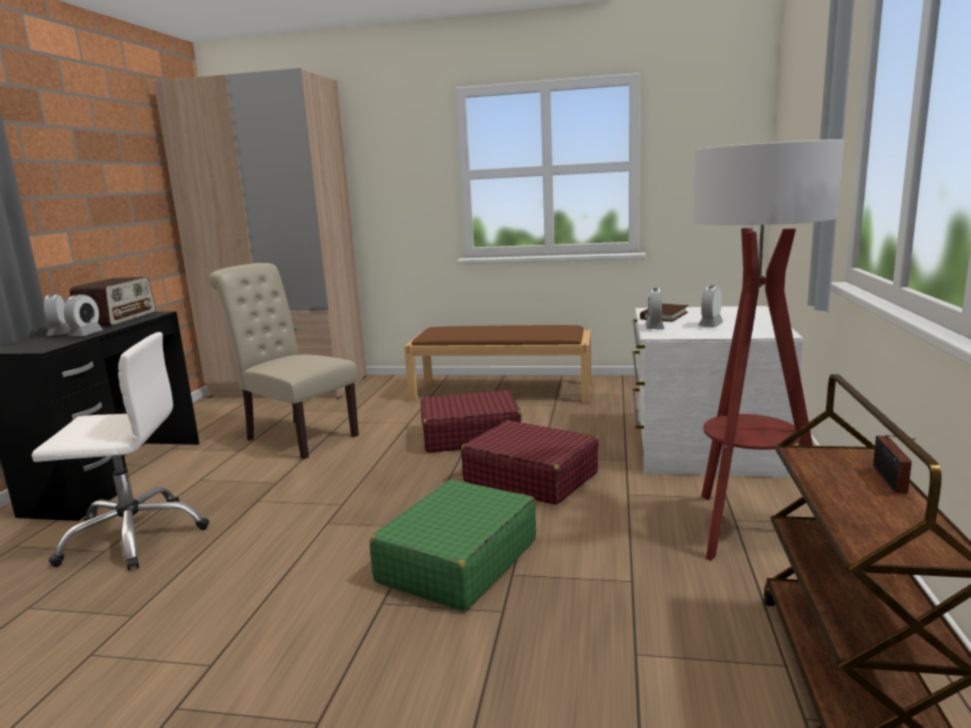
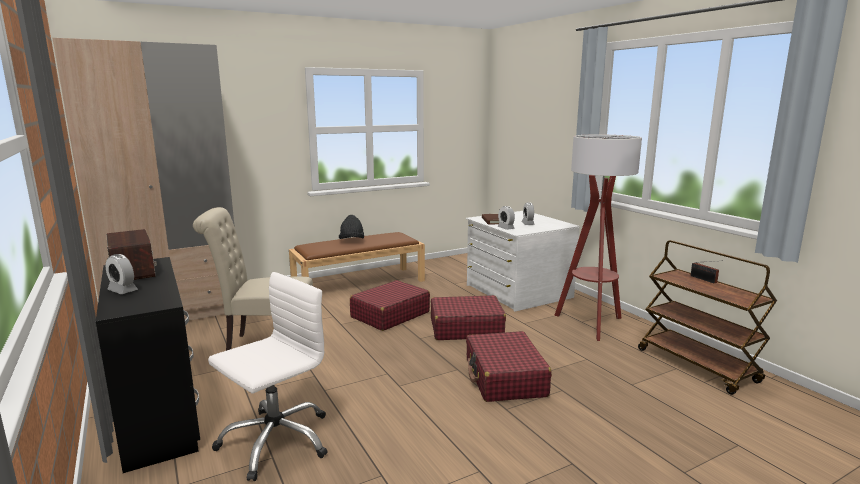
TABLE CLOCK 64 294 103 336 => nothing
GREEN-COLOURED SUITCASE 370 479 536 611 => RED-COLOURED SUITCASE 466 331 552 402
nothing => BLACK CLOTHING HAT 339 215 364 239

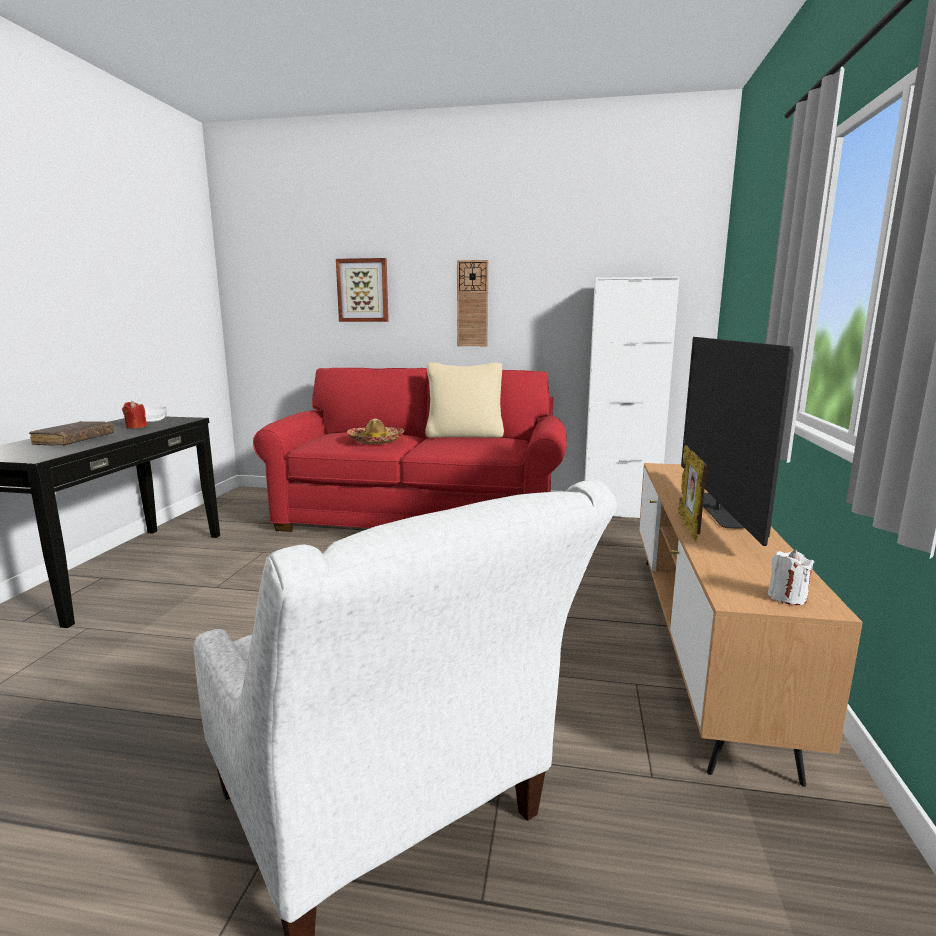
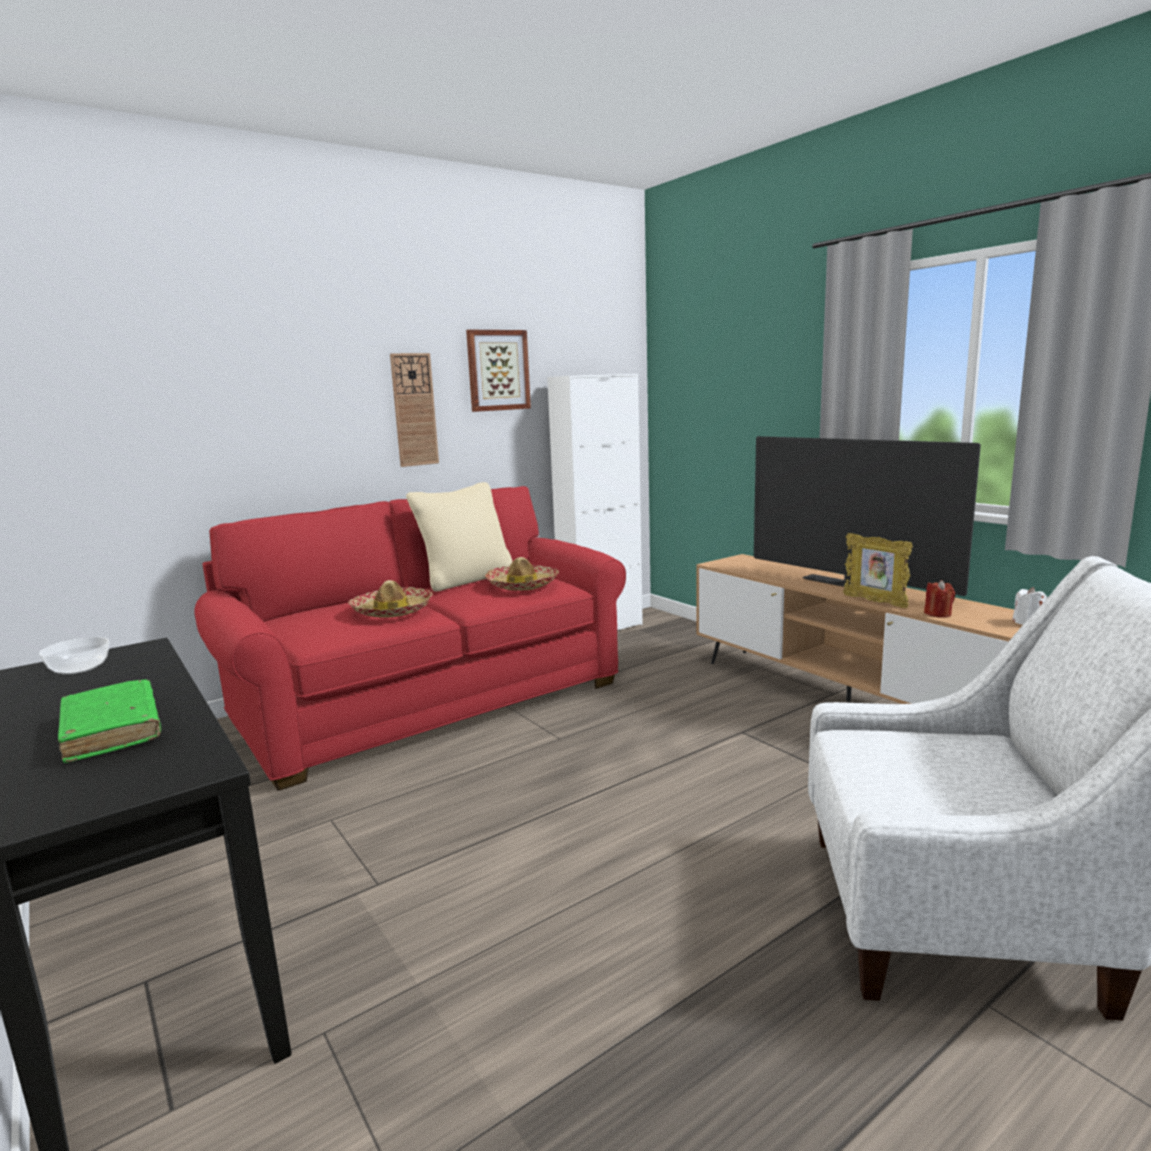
BROWN VOLUME 29 421 114 446 => GREEN-COLOURED VOLUME 58 679 161 763
RED-COLOURED CANDLE 122 401 147 429 => RED-COLOURED CANDLE 924 580 955 618, move
PICTURE 336 258 389 322 => PICTURE 466 330 531 412, move
nothing => CLOTHING HAT 485 557 559 590

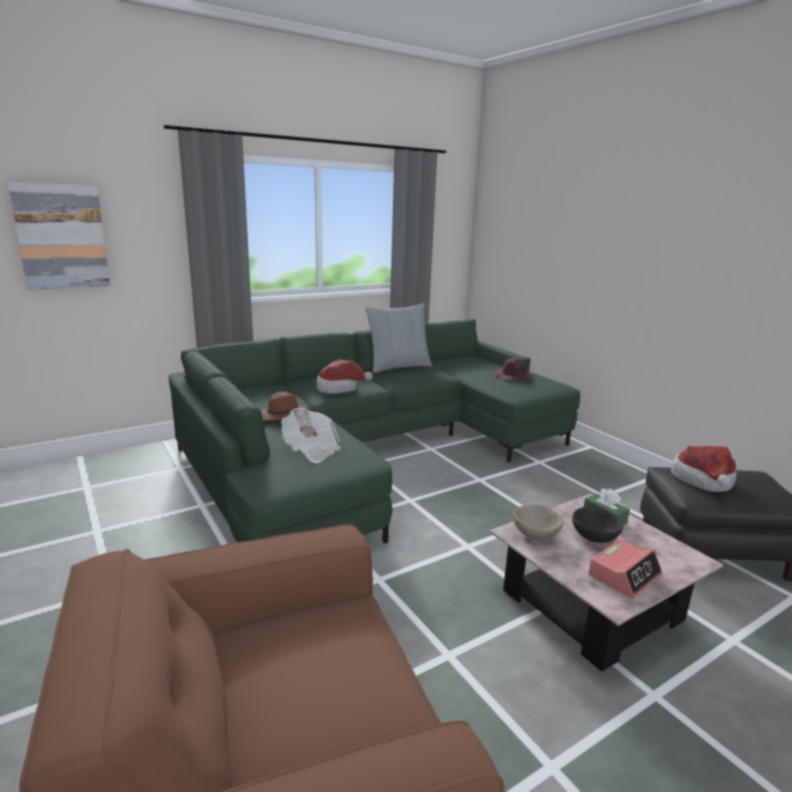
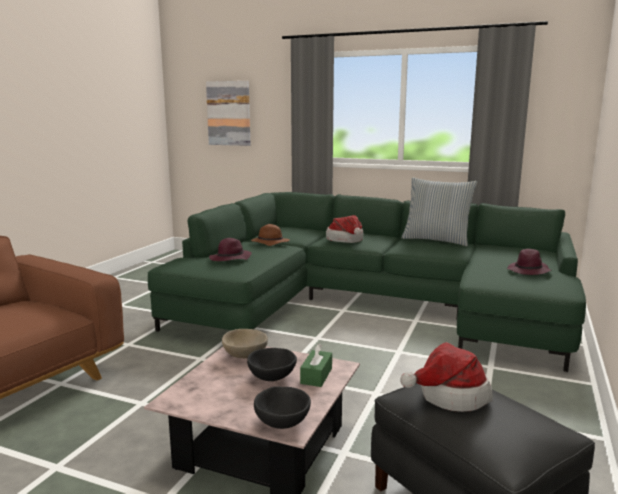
PRINTED PAPER 281 408 341 463 => PURPLE-COLOURED CLOTHING HAT 209 238 252 261
TABLE CLOCK 588 539 662 599 => nothing
nothing => BLACK DEEP DISH 254 386 311 429

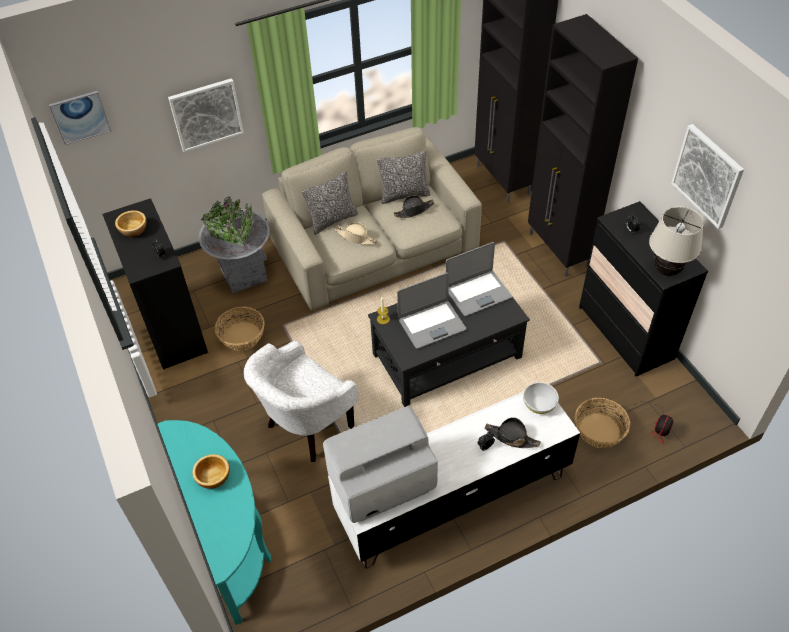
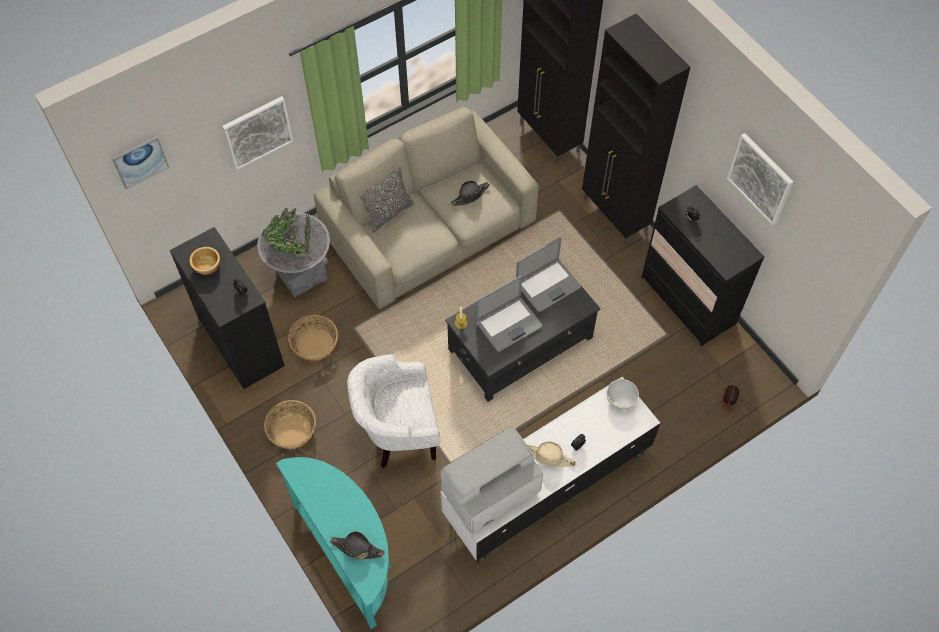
DEEP DISH 192 454 230 489 => nothing
WHITE LOUNGE CHAIR 244 341 359 462 => WHITE LOUNGE CHAIR 347 354 440 468, 45 degrees clockwise
BEIGE-COLOURED CLOTHING HAT 335 222 377 245 => BEIGE-COLOURED CLOTHING HAT 527 442 576 467, move
CUSHION 377 151 430 204 => nothing
BLACK CLOTHING HAT 485 417 541 448 => BLACK CLOTHING HAT 330 531 385 559, move
BASKET 575 398 630 448 => BASKET 264 400 316 449, move
BEIGE-COLOURED LAMP FOR A TABLE 649 206 704 276 => nothing

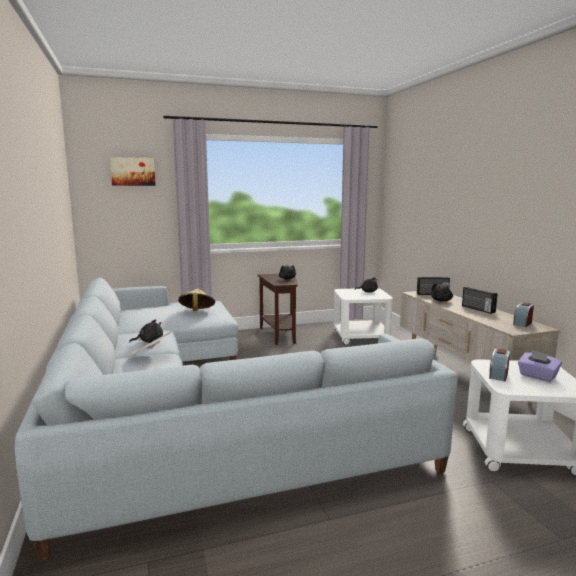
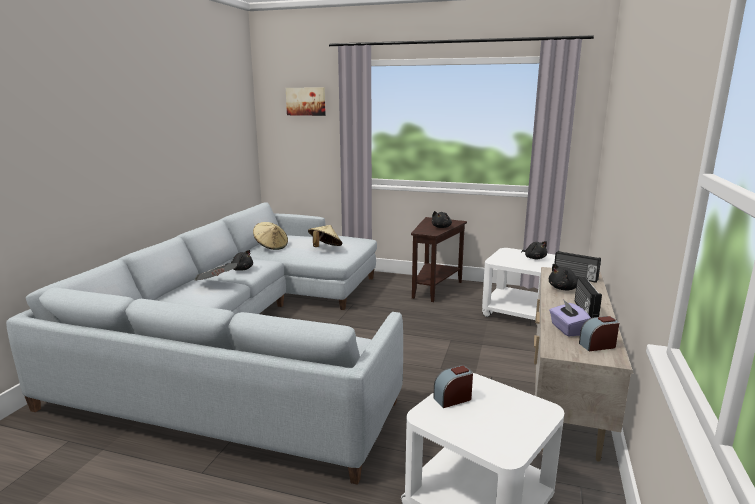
PURPLE-COLOURED TISSUE HOLDER 518 350 562 382 => PURPLE-COLOURED TISSUE HOLDER 549 299 591 337, move
nothing => BEIGE-COLOURED CLOTHING HAT 253 222 288 250

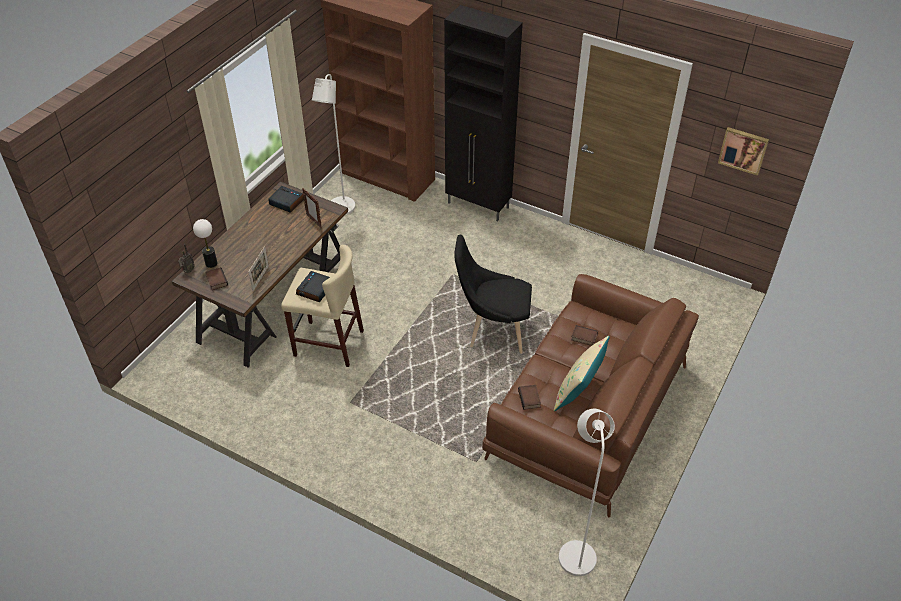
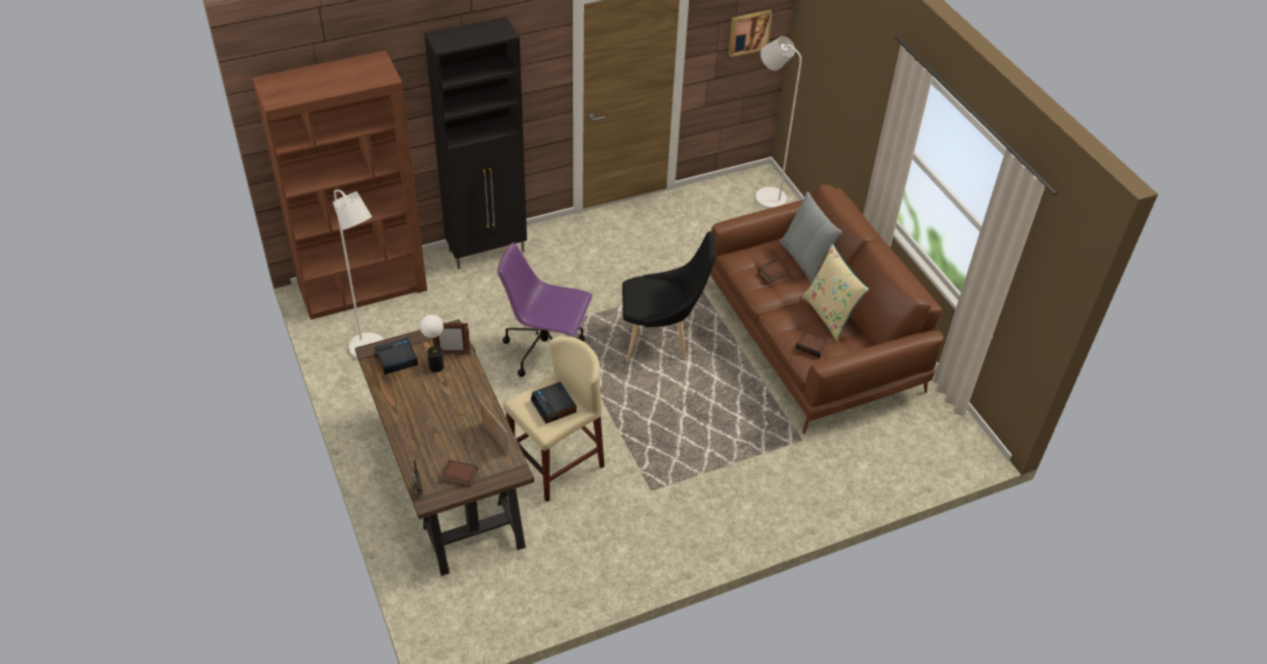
LAMP FOR A TABLE 193 219 217 268 => LAMP FOR A TABLE 420 315 444 372, move
BLACK CHAIR 454 235 532 354 => BLACK CHAIR 622 231 716 362, 135 degrees counterclockwise
WHITE STANDARD LAMP 558 409 615 576 => WHITE STANDARD LAMP 755 36 802 209, move
nothing => PURPLE-COLOURED DESK CHAIR 497 242 593 377
nothing => CUSHION 779 192 842 284

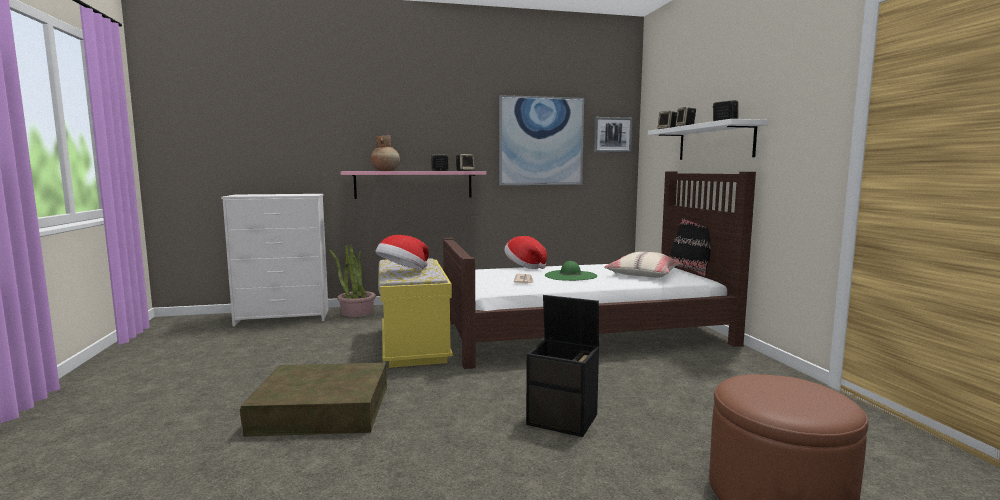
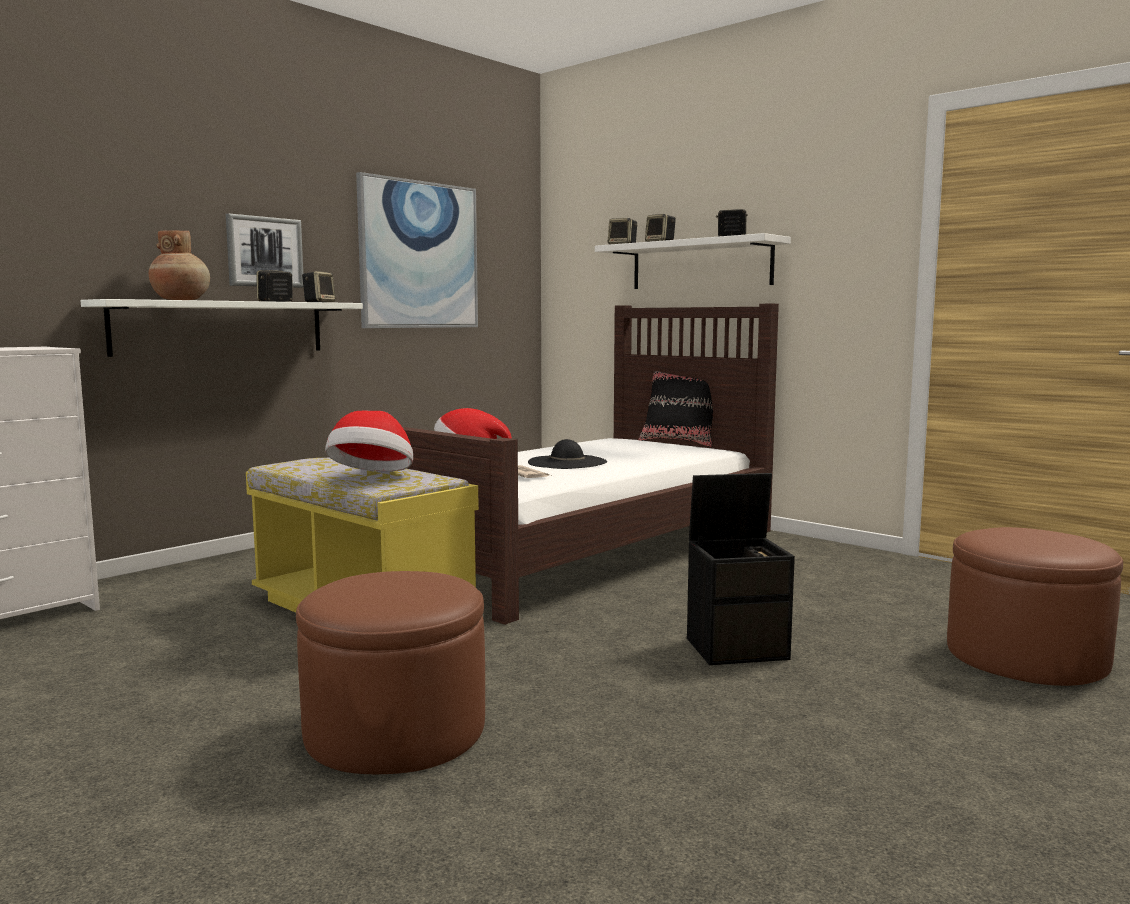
BROWN STORAGE CONTAINER 240 363 387 437 => BROWN POUFFE 296 571 485 774
PLANT IN A POT 329 245 376 317 => nothing
PINK-COLOURED WALL SHELF 341 171 486 199 => WHITE WALL SHELF 81 299 363 357
GREEN-COLOURED CLOTHING HAT 545 261 597 281 => BLACK CLOTHING HAT 528 439 607 469
PICTURE 594 117 633 153 => PICTURE 226 213 303 288, move
BEIGE-COLOURED CUSHION 604 252 681 278 => nothing

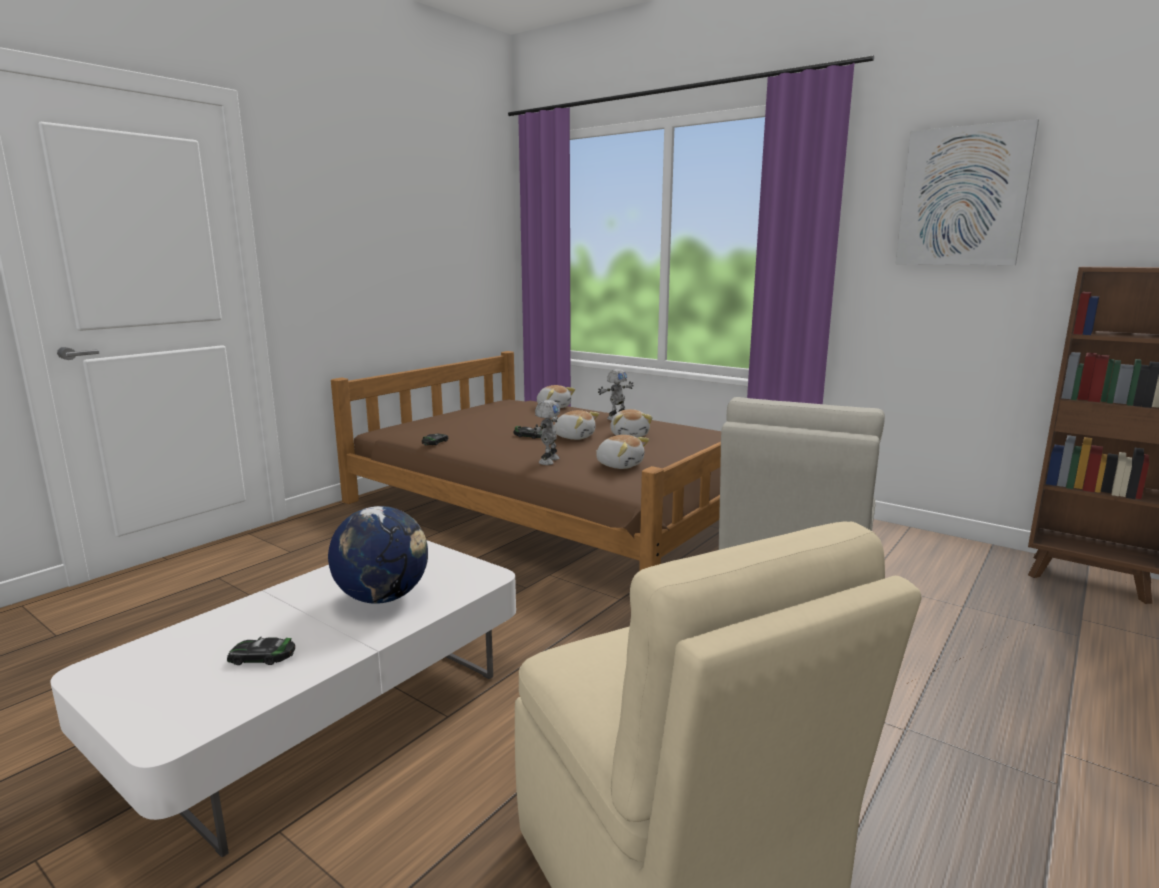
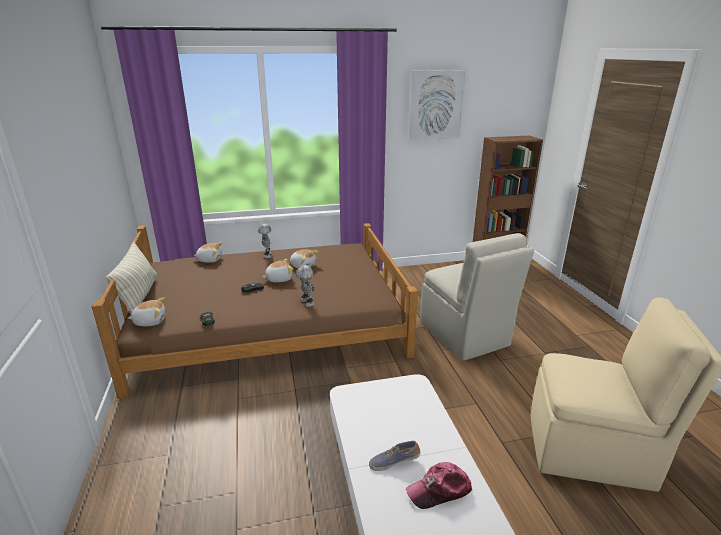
TOY CAR 227 637 295 665 => CAP 406 462 472 509
DESK GLOBE 328 506 428 604 => nothing
SOFT TOY 596 435 649 469 => SOFT TOY 128 298 166 326, move
nothing => CUSHION 105 242 158 316
nothing => SHOE 369 441 420 471

